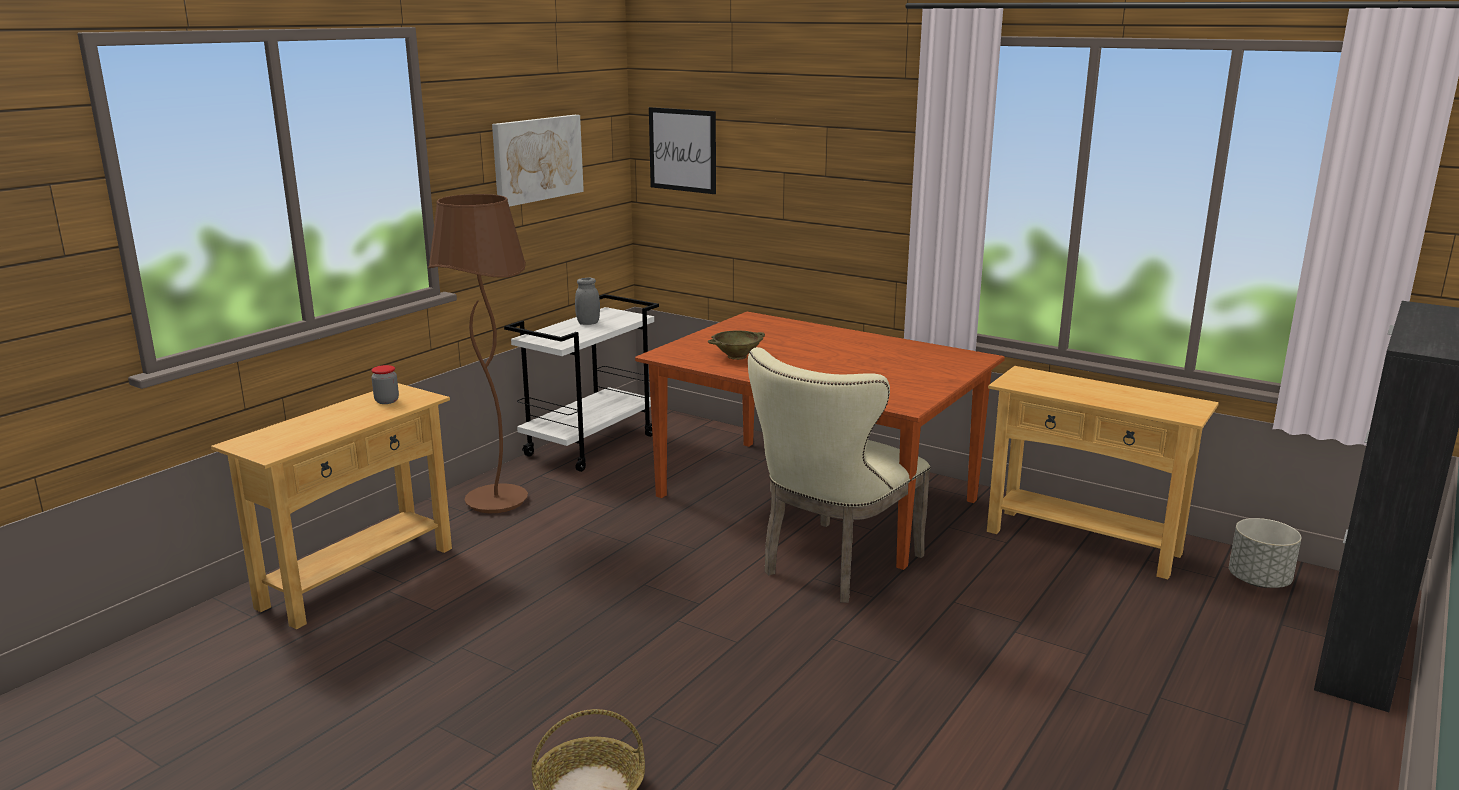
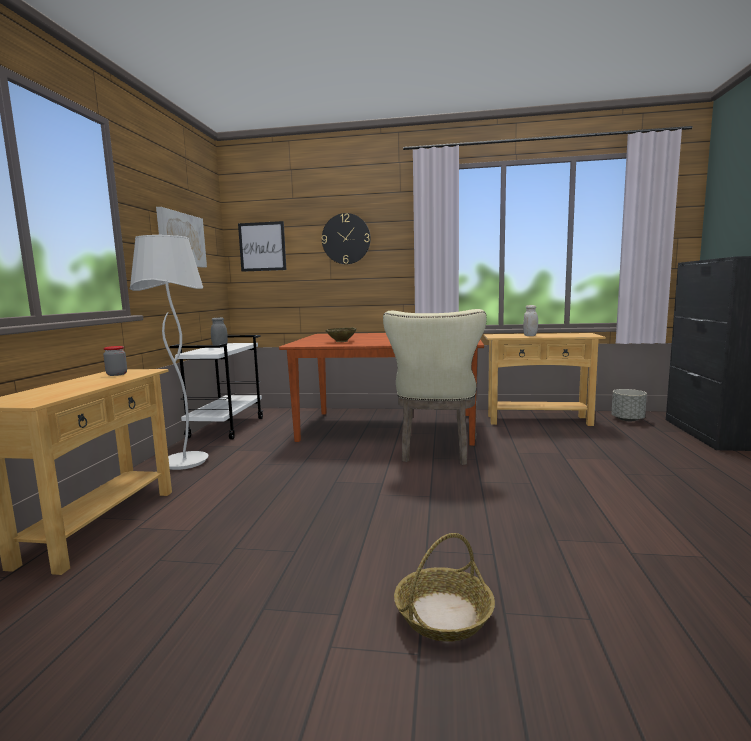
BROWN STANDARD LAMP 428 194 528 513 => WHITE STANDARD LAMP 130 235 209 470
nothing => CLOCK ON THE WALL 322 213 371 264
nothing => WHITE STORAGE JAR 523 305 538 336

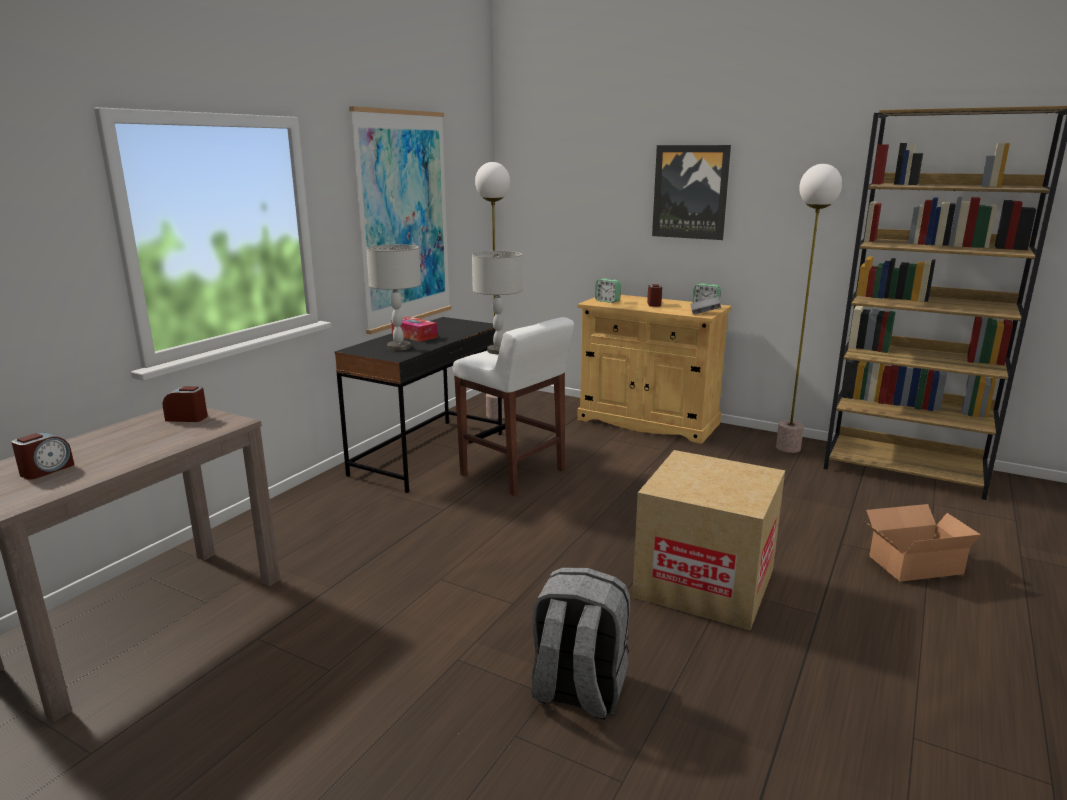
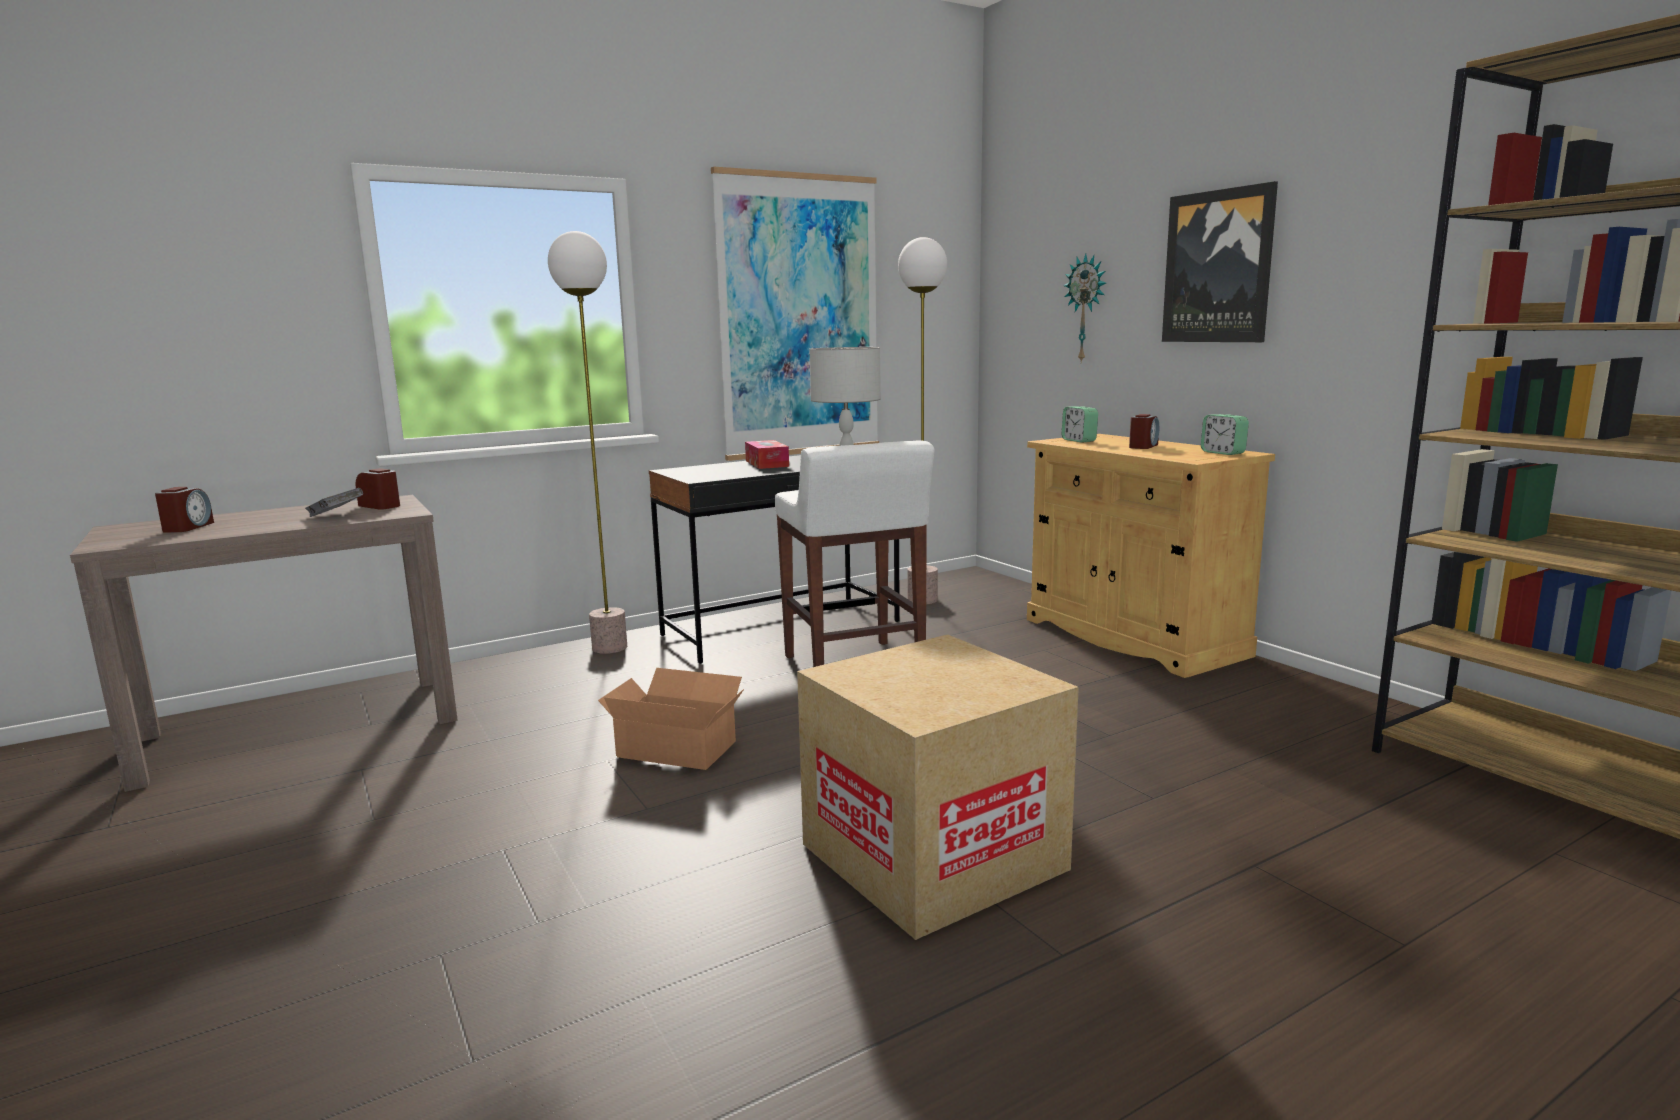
TABLE CLOCK 11 432 74 480 => TABLE CLOCK 155 487 214 533, 60 degrees counterclockwise
GRAY LAMP FOR A TABLE 366 244 421 351 => nothing
GRAY BACKPACK 531 567 630 720 => nothing
GRAY VOLUME 691 297 721 315 => GRAY VOLUME 305 488 363 517, move
STANDARD LAMP 776 164 842 453 => STANDARD LAMP 548 231 627 654, move
CARDBOARD BOX 866 504 981 582 => CARDBOARD BOX 598 668 744 770, move
nothing => CLOCK ON THE WALL 1063 253 1106 363

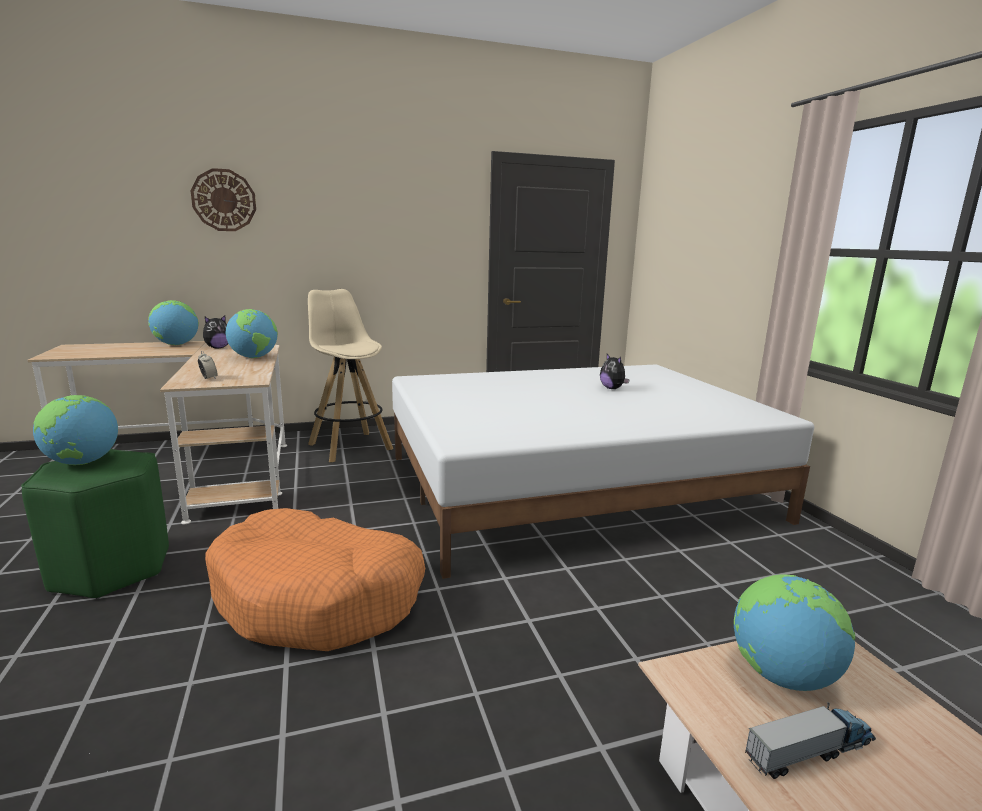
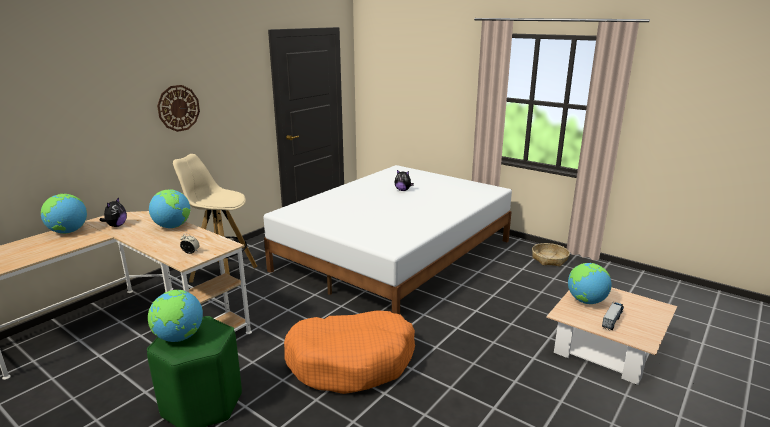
CLOCK ON THE WALL 190 168 256 231 => CLOCK ON THE WALL 157 85 200 132, move
nothing => BASKET 532 243 570 267

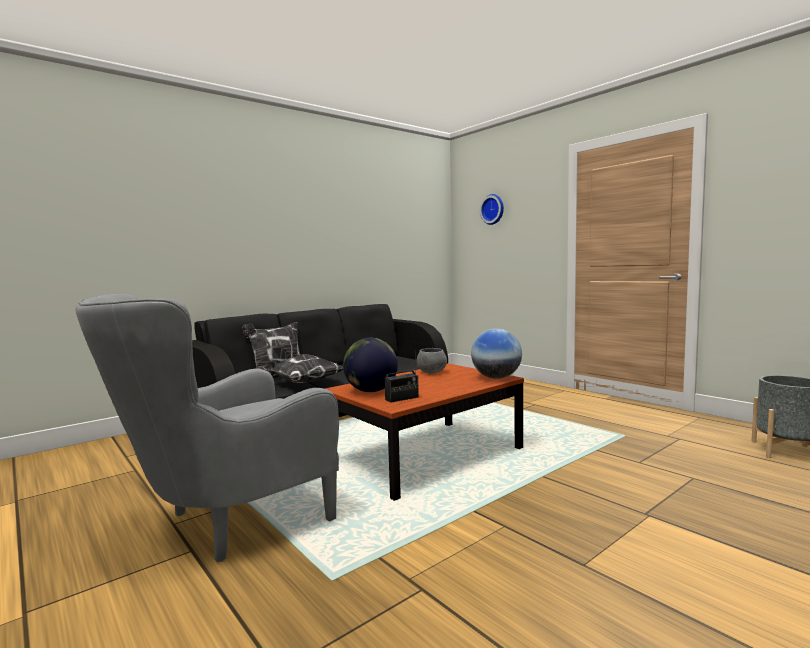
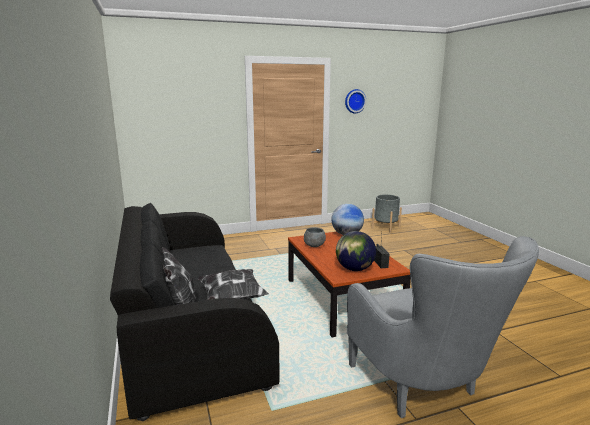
CLOCK ON THE WALL 480 194 504 225 => CLOCK ON THE WALL 345 89 366 114, move

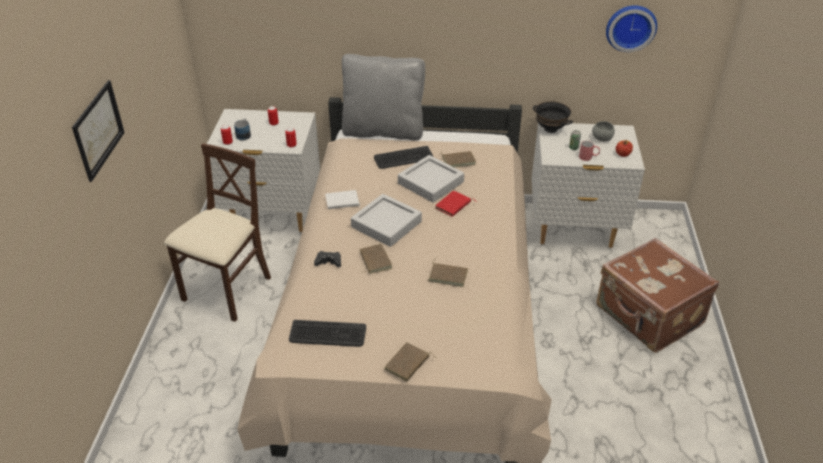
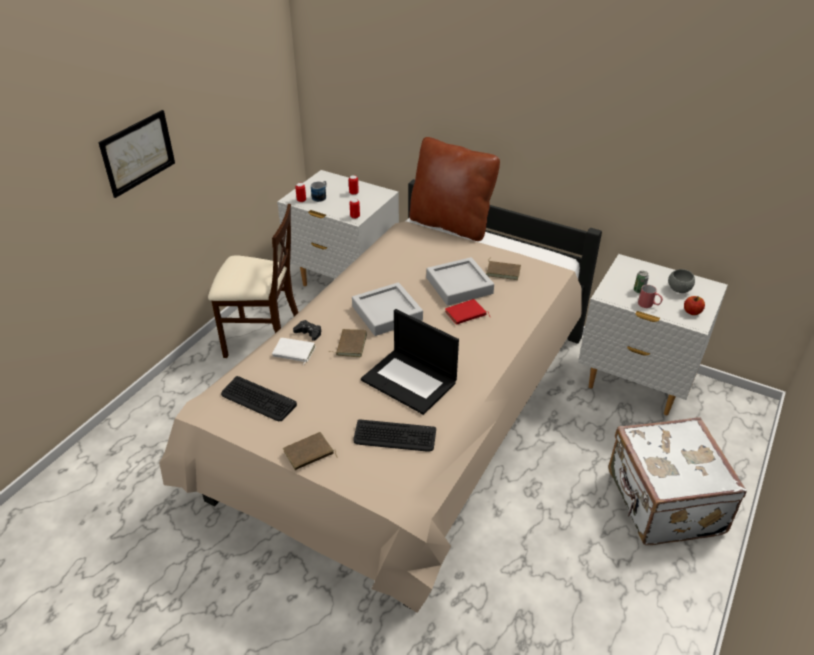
BEIGE-COLOURED CHAIR 164 143 271 322 => BEIGE-COLOURED CHAIR 208 204 299 358, 45 degrees clockwise
WHITE VOLUME 325 190 361 209 => WHITE VOLUME 272 338 316 366, move
GRAY CUSHION 342 54 425 140 => BROWN CUSHION 409 137 500 241
KEYBOARD 374 146 433 169 => KEYBOARD 353 419 436 452, move
BROWN VOLUME 428 258 468 287 => PORTABLE COMPUTER 361 309 459 415
BLACK DEEP DISH 533 101 573 133 => nothing
BROWN SUITCASE 596 238 719 353 => WHITE SUITCASE 608 417 747 545
CLOCK ON THE WALL 606 5 657 52 => nothing

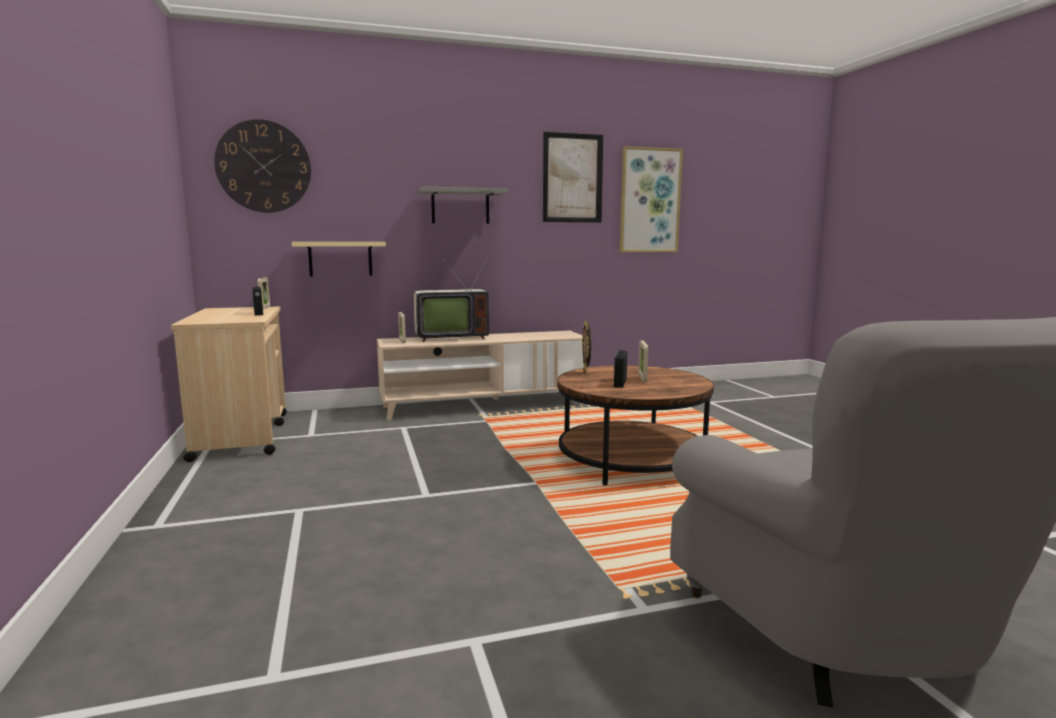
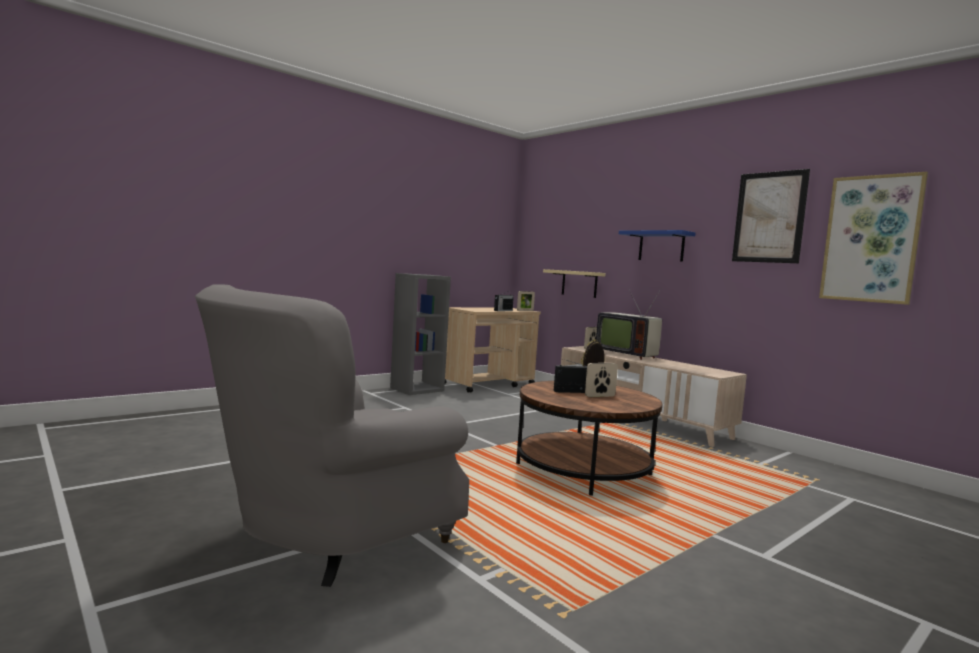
CLOCK ON THE WALL 214 119 311 213 => nothing
GRAY WALL SHELF 419 187 507 224 => BLUE-COLOURED WALL SHELF 619 230 696 262
nothing => GRAY SHELVING UNIT 390 273 451 395

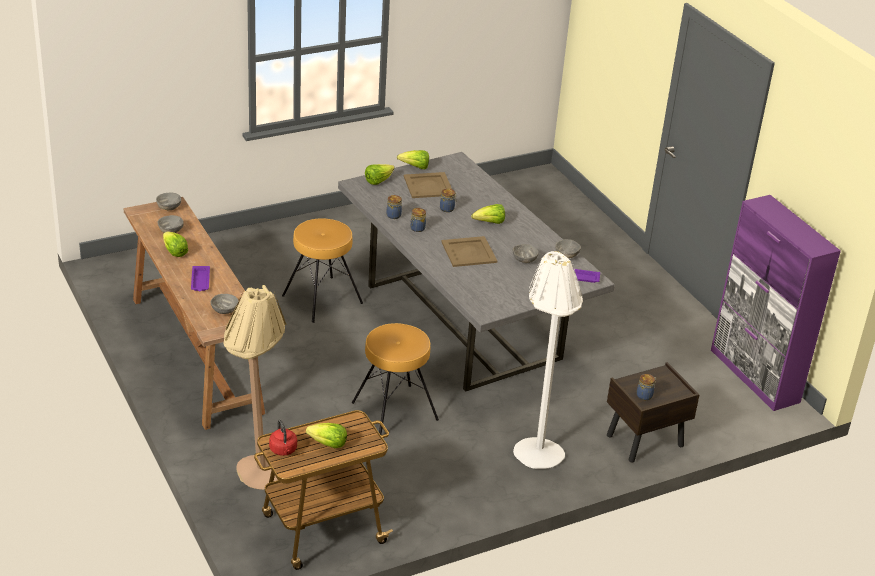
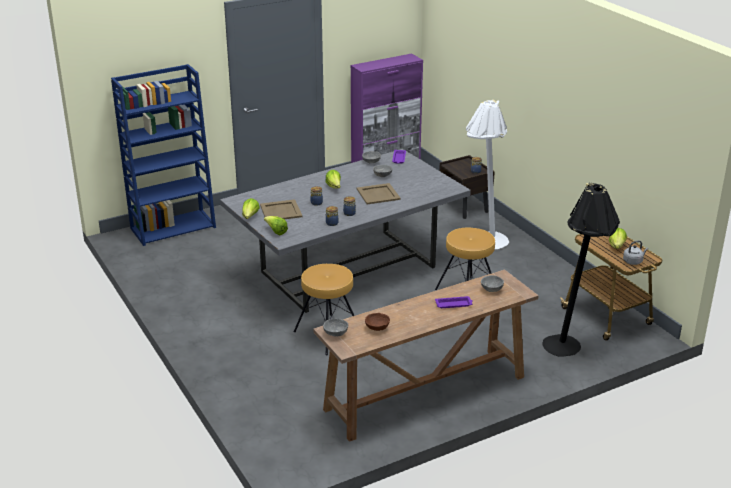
GRAY DEEP DISH 158 215 184 233 => BROWN DEEP DISH 365 313 390 331
LETTUCE 163 232 188 257 => nothing
BEIGE-COLOURED STANDARD LAMP 224 285 286 490 => BLACK STANDARD LAMP 542 183 620 357
RED-COLOURED WATER KETTLE 269 420 297 456 => GRAY WATER KETTLE 623 241 648 265
nothing => BLUE-COLOURED SHELVING UNIT 111 64 216 246

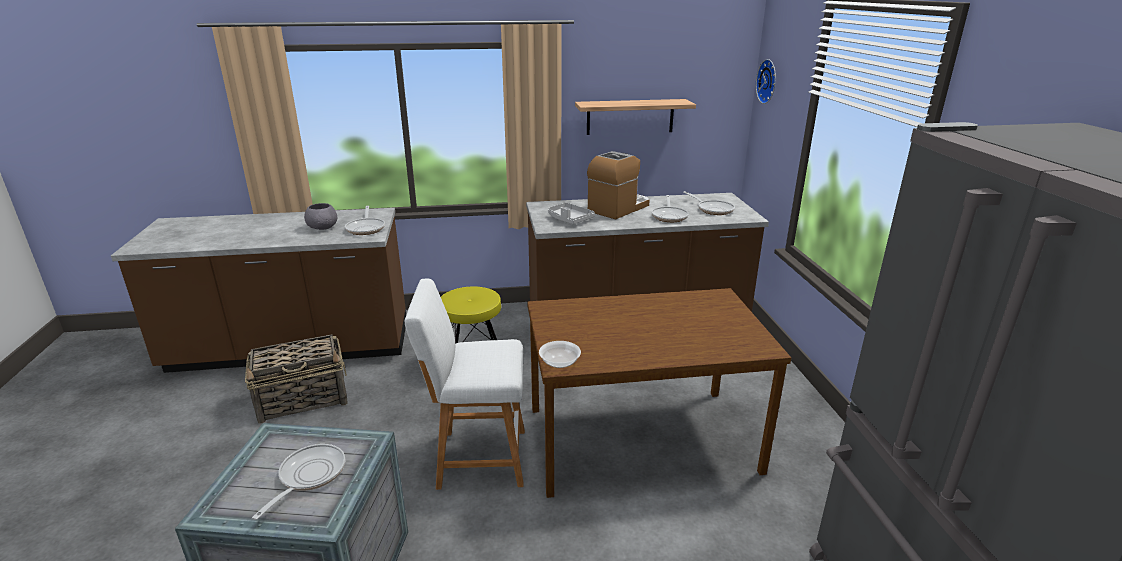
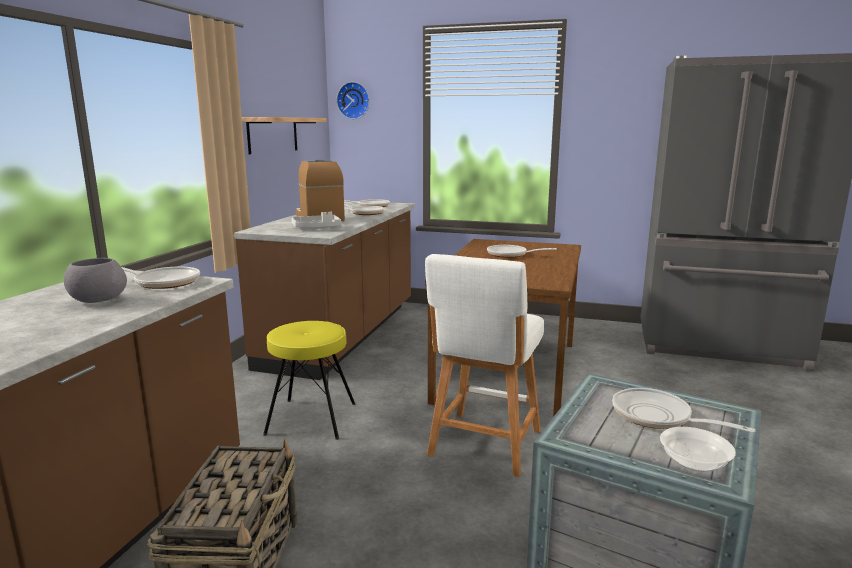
DEEP DISH 539 341 581 368 => DEEP DISH 660 427 736 472, move
nothing => FRYING PAN 487 245 557 258

